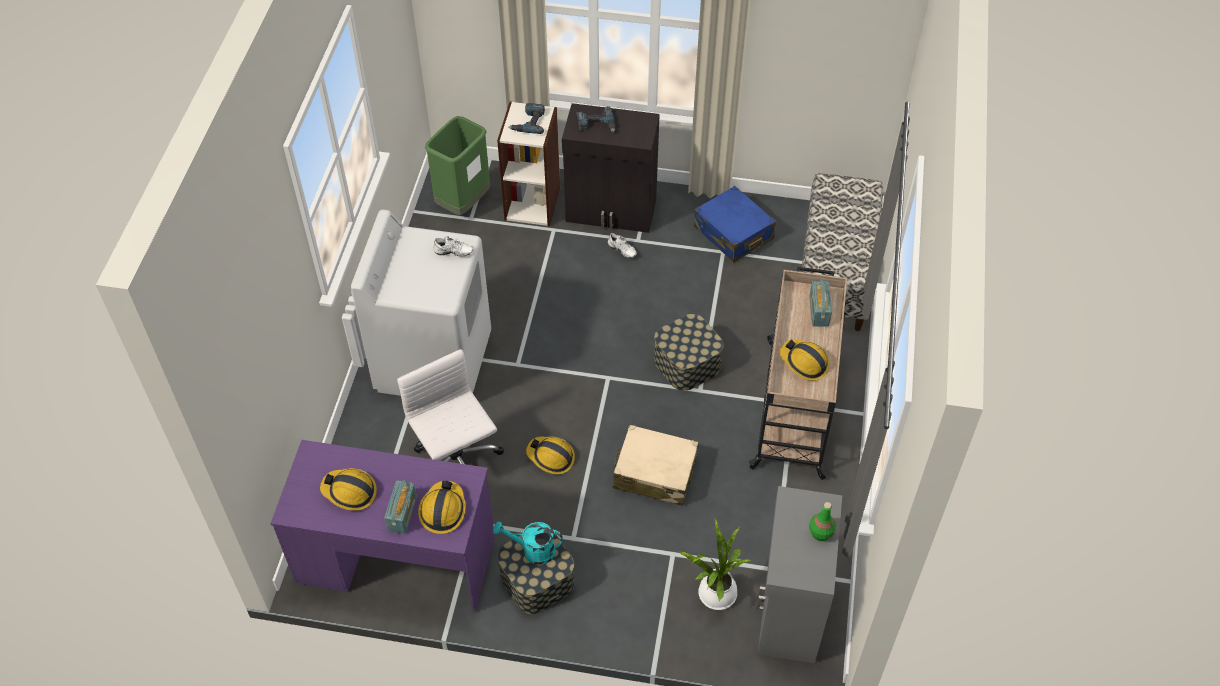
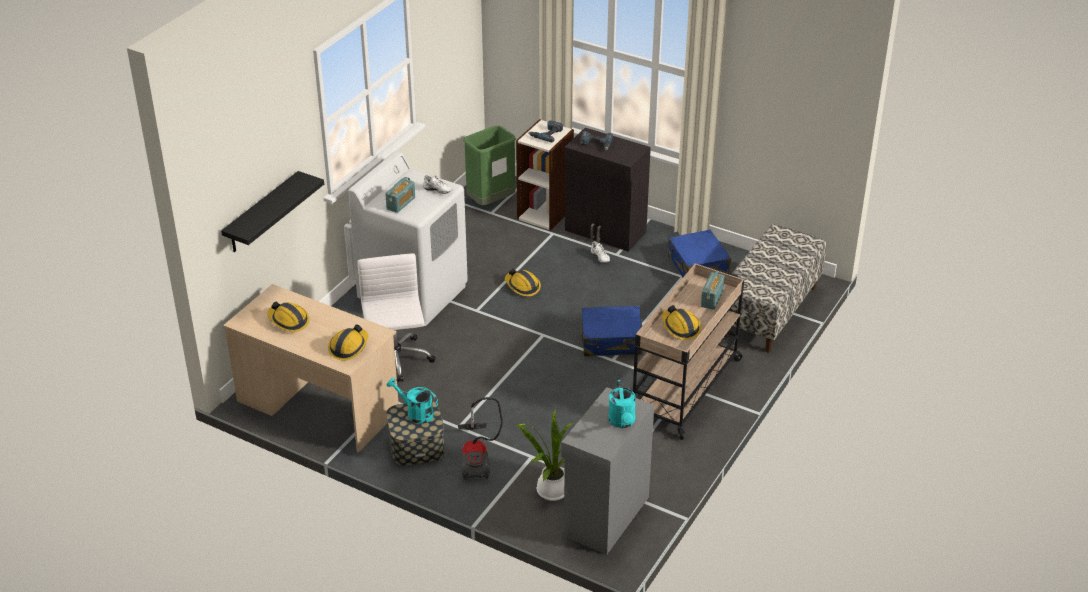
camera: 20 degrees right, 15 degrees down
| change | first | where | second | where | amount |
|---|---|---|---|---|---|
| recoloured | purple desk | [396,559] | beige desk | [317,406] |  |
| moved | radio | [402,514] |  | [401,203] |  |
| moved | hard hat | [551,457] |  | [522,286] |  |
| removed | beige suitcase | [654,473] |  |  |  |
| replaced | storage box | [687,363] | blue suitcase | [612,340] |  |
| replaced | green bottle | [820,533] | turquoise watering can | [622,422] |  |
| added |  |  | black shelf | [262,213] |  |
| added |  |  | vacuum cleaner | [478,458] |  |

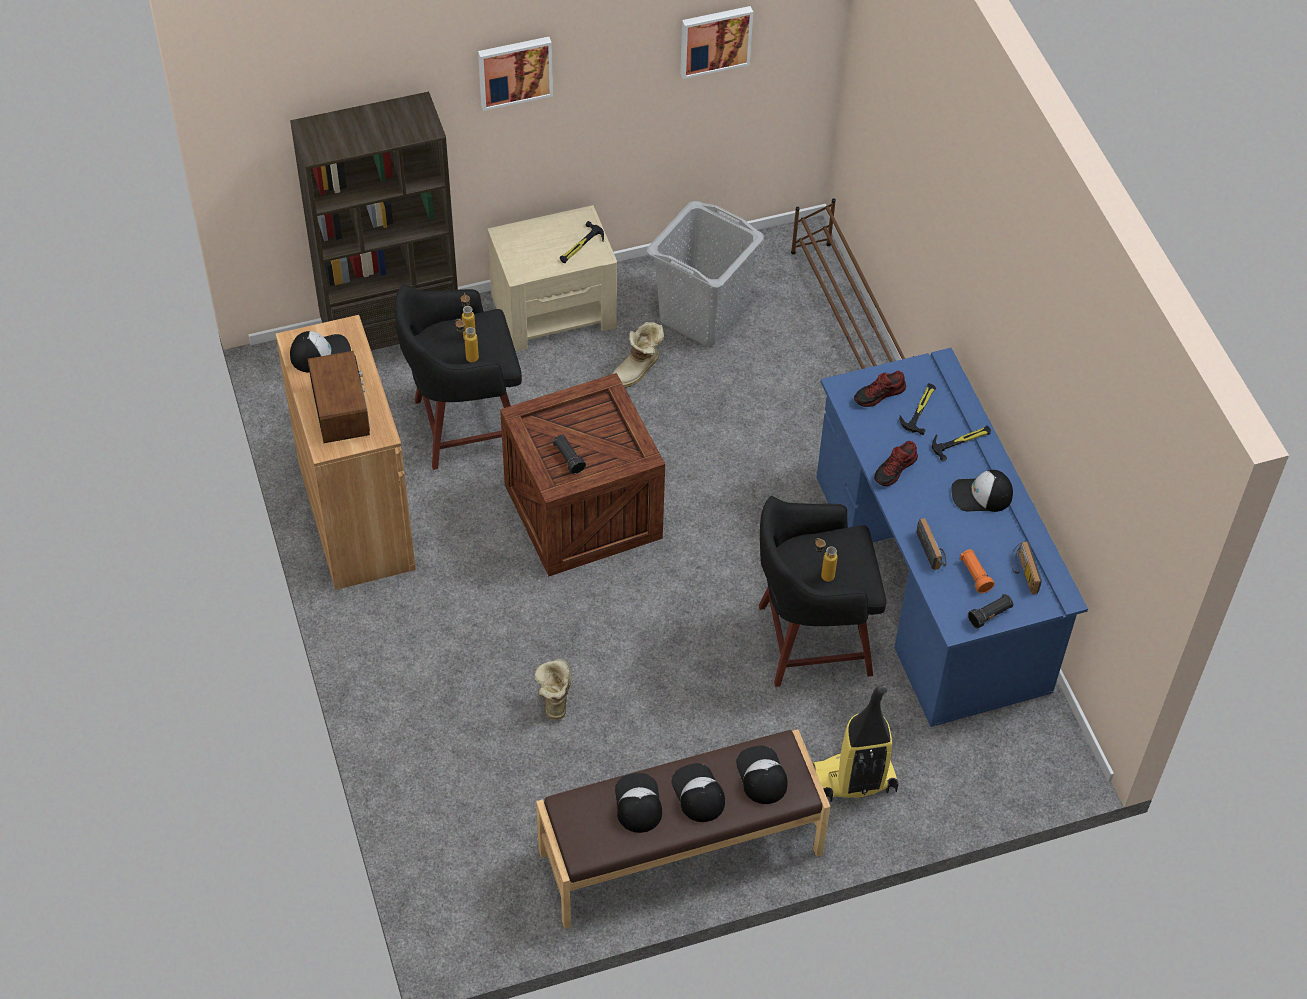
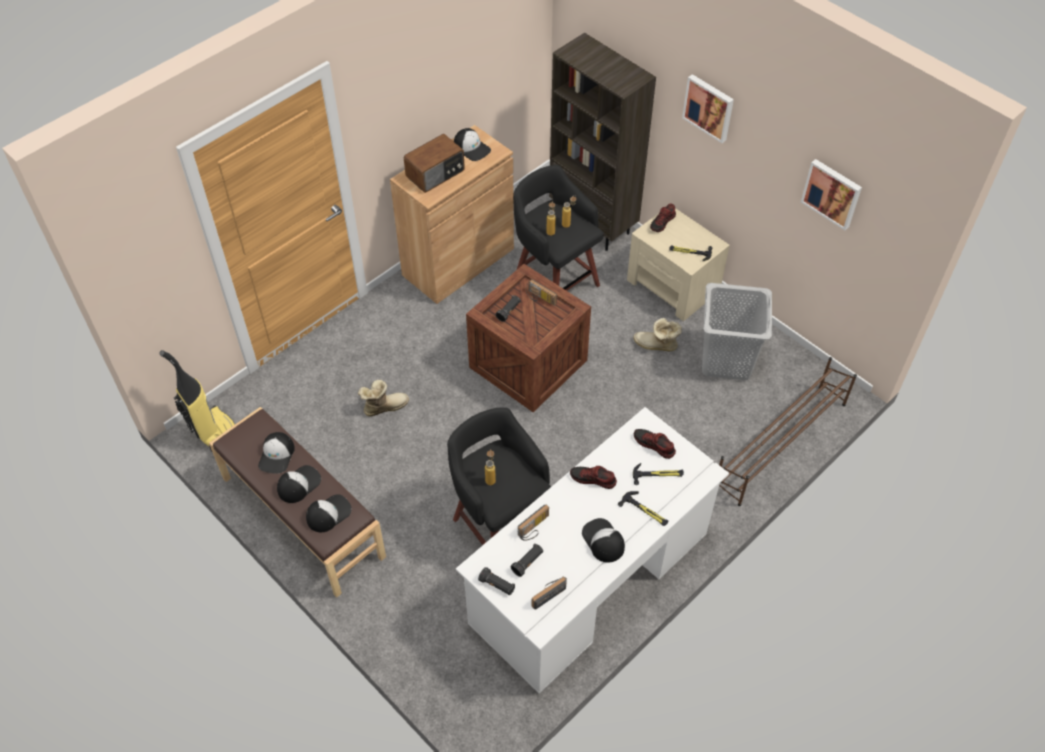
camera: 65 degrees right, 0 degrees up
| change | first | where | second | where | amount |
|---|---|---|---|---|---|
| turned | cap | [637,803] |  | [277,455] | 135 degrees clockwise |
| moved | vacuum cleaner | [853,781] |  | [214,432] |  |
| recoloured | blue desk | [931,583] | white desk | [590,579] |  |
| recoloured | orange flashlight | [975,575] | black flashlight | [527,562] |  |
| added |  |  | radio | [539,298] |  |
| added |  |  | shoe | [662,222] |  |

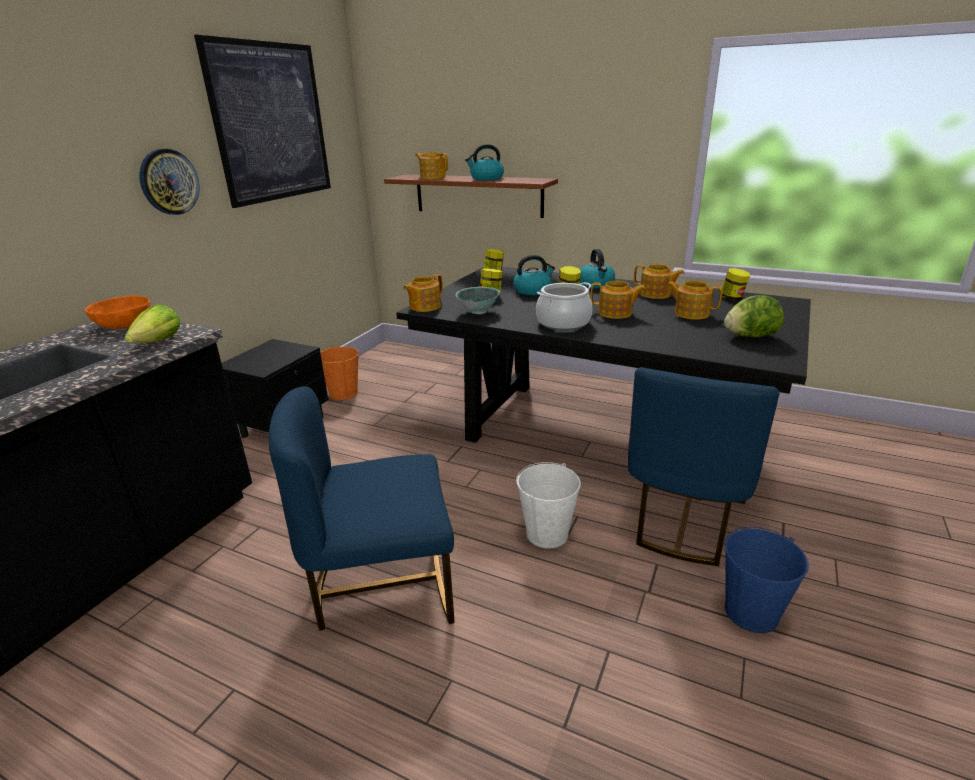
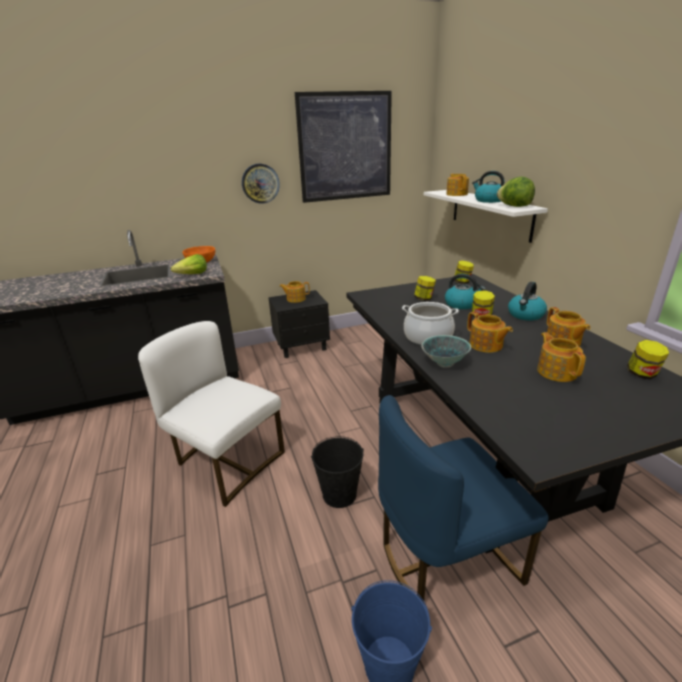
camera: 45 degrees right, 0 degrees up
| change | first | where | second | where | amount |
|---|---|---|---|---|---|
| recoloured | blue chair | [383,585] | white chair | [227,462] |  |
| removed | orange bucket | [344,393] |  |  |  |
| recoloured | brown shelf | [478,195] | white shelf | [490,213] |  |
| moved | teapot | [424,307] |  | [295,299] |  |
| moved | bowl | [478,311] |  | [445,363] |  |
| recoloured | white bucket | [547,534] | black bucket | [339,494] |  |
| moved | lettuce | [750,336] |  | [514,206] |  |

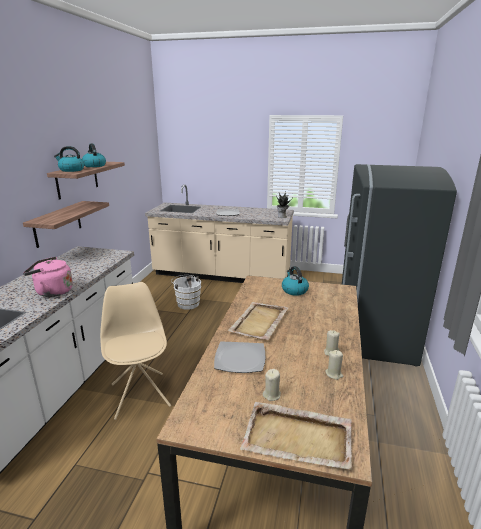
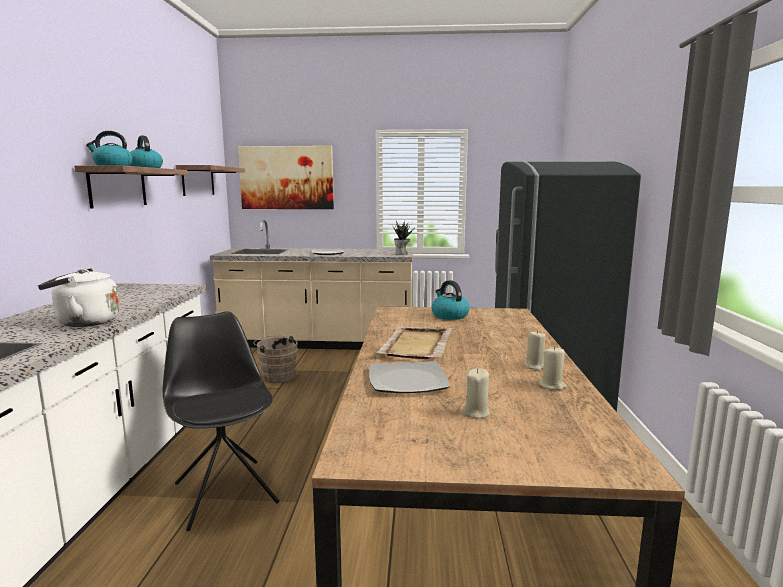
camera: 10 degrees left, 10 degrees down
| change | first | where | second | where | amount |
|---|---|---|---|---|---|
| moved | shelf | [58,224] |  | [198,181] |  |
| recoloured | pink kettle | [52,292] | white kettle | [84,323] |  |
| recoloured | beige chair | [140,394] | black chair | [225,492] |  |
| recoloured | white bucket | [187,303] | brown bucket | [277,376] |  |
| removed | beige tray | [298,437] |  |  |  |
| added |  |  | picture | [286,178] |  |

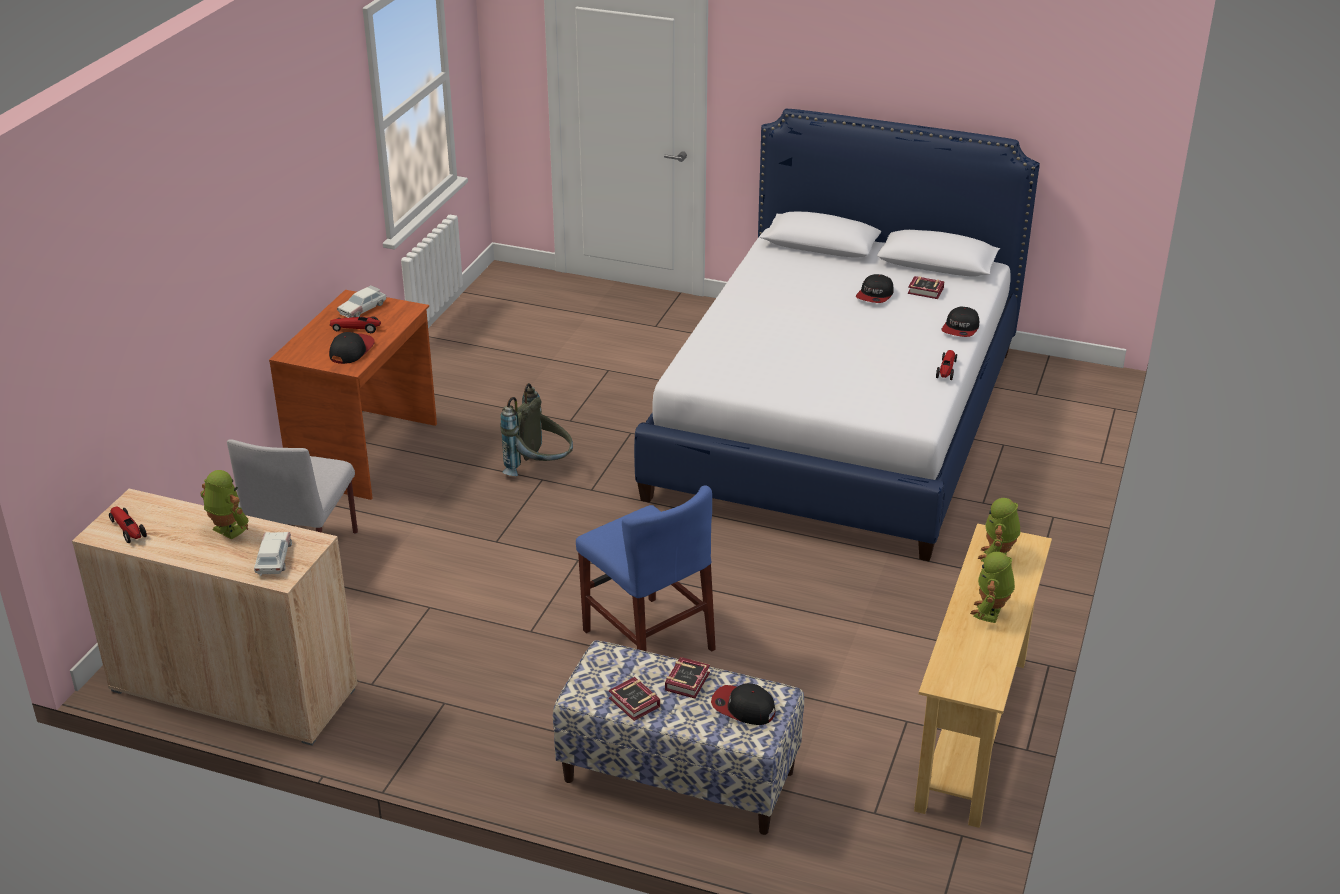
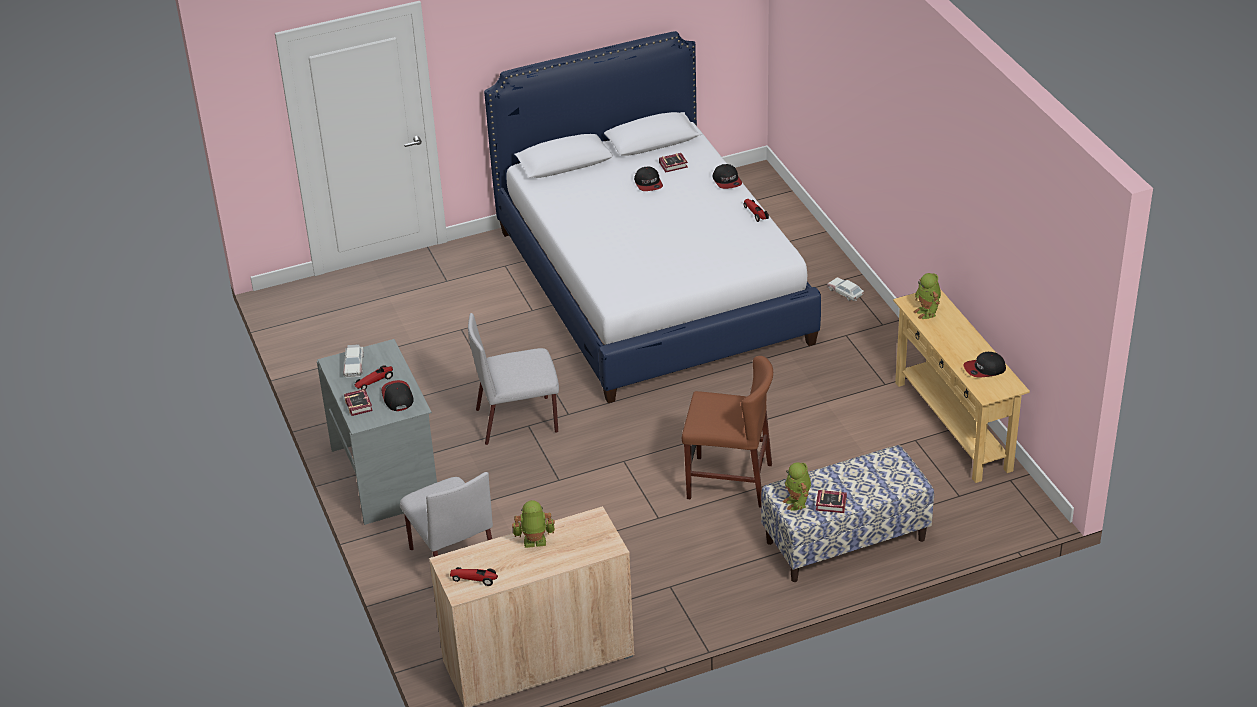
camera: 40 degrees left, 5 degrees up
| change | first | where | second | where | amount |
|---|---|---|---|---|---|
| moved | toy car | [273,559] |  | [845,292] |  |
| recoloured | brown desk | [365,453] | grey desk | [386,476] |  |
| replaced | grey backpack | [540,470] | grey chair | [518,420] |  |
| recoloured | blue chair | [648,640] | brown chair | [729,481] |  |
| moved | book | [689,680] |  | [359,404] |  |
| moved | cap | [743,708] |  | [984,369] |  |
| moved | toy robot | [991,613] |  | [797,502] |  |

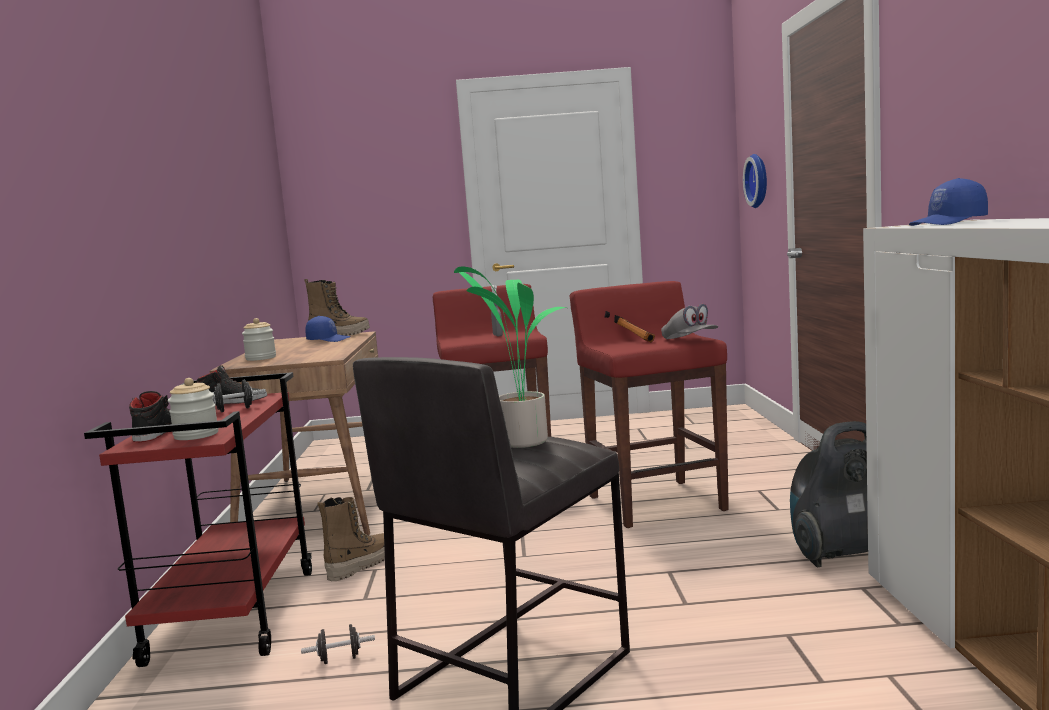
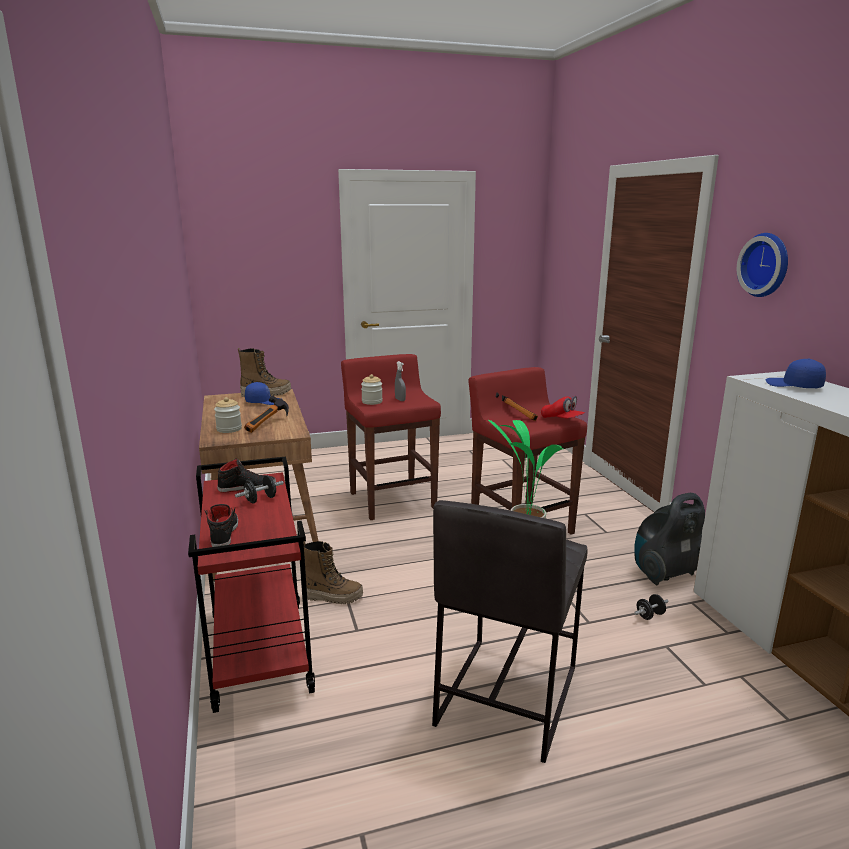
camera: 15 degrees left, 10 degrees up
| change | first | where | second | where | amount |
|---|---|---|---|---|---|
| moved | jar | [196,435] |  | [372,402] |  |
| moved | black dumbbell | [340,659] |  | [650,615] |  |
| turned | boot | [359,566] |  | [333,596] | 75 degrees clockwise |
| recoloured | grey cap | [689,340] | red cap | [562,420] |  |
| moved | wall clock | [759,180] |  | [767,265] |  |
| turned | blue cap | [949,223] |  | [793,386] | 75 degrees clockwise |
| added |  |  | hammer | [269,425] |  |

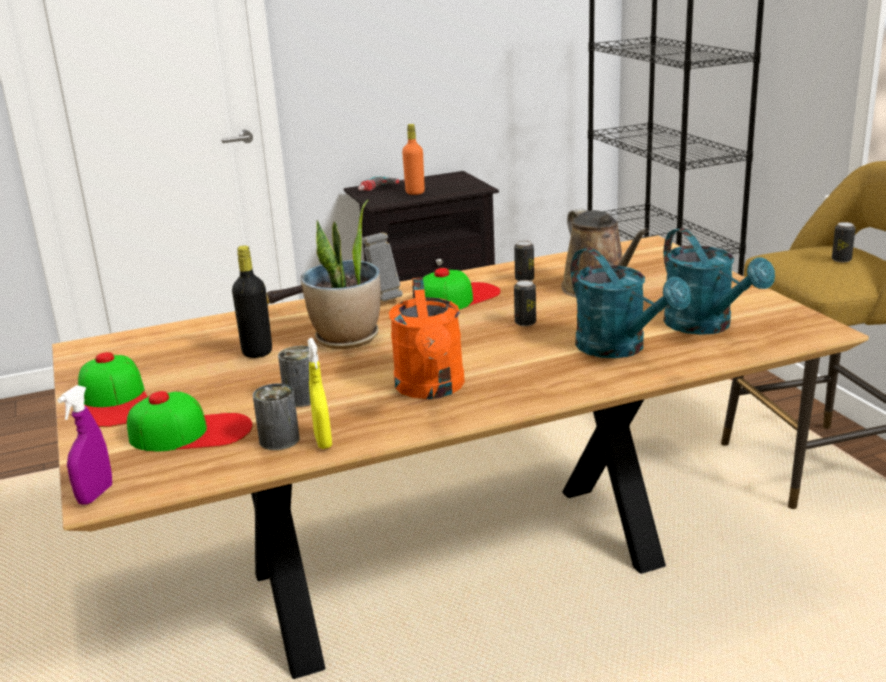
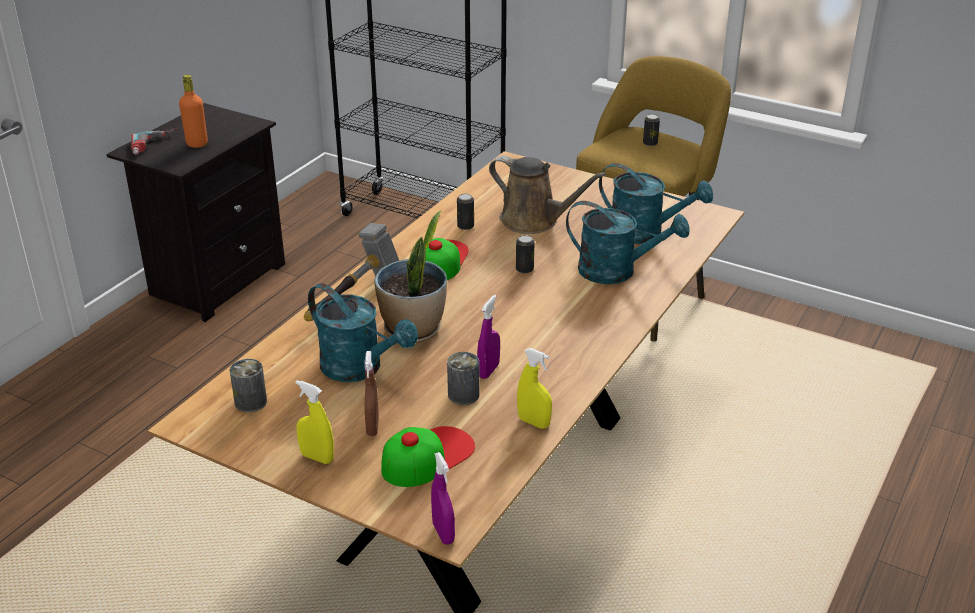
camera: 40 degrees left, 10 degrees up
| change | first | where | second | where | amount |
|---|---|---|---|---|---|
| replaced | cap | [115,401] | yellow spray bottle | [317,457] |  |
| replaced | black bottle | [257,352] | turquoise watering can | [360,368] |  |
| moved | can | [279,440] |  | [250,402] |  |
| removed | orange watering can | [431,389] |  |  |  |
| added |  |  | brown spray bottle | [372,427] |  |
| added |  |  | purple spray bottle | [488,371] |  |

